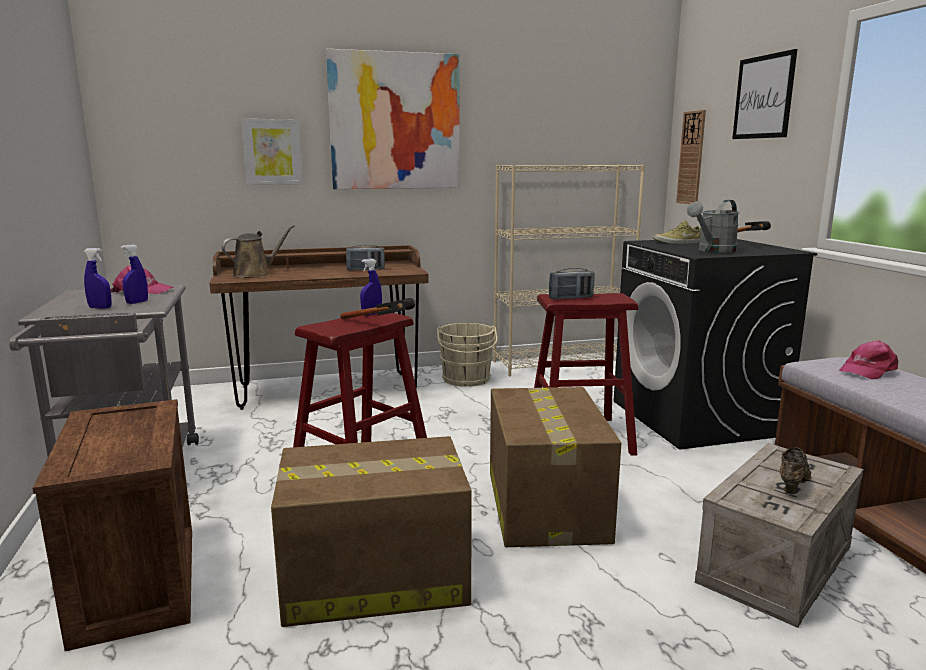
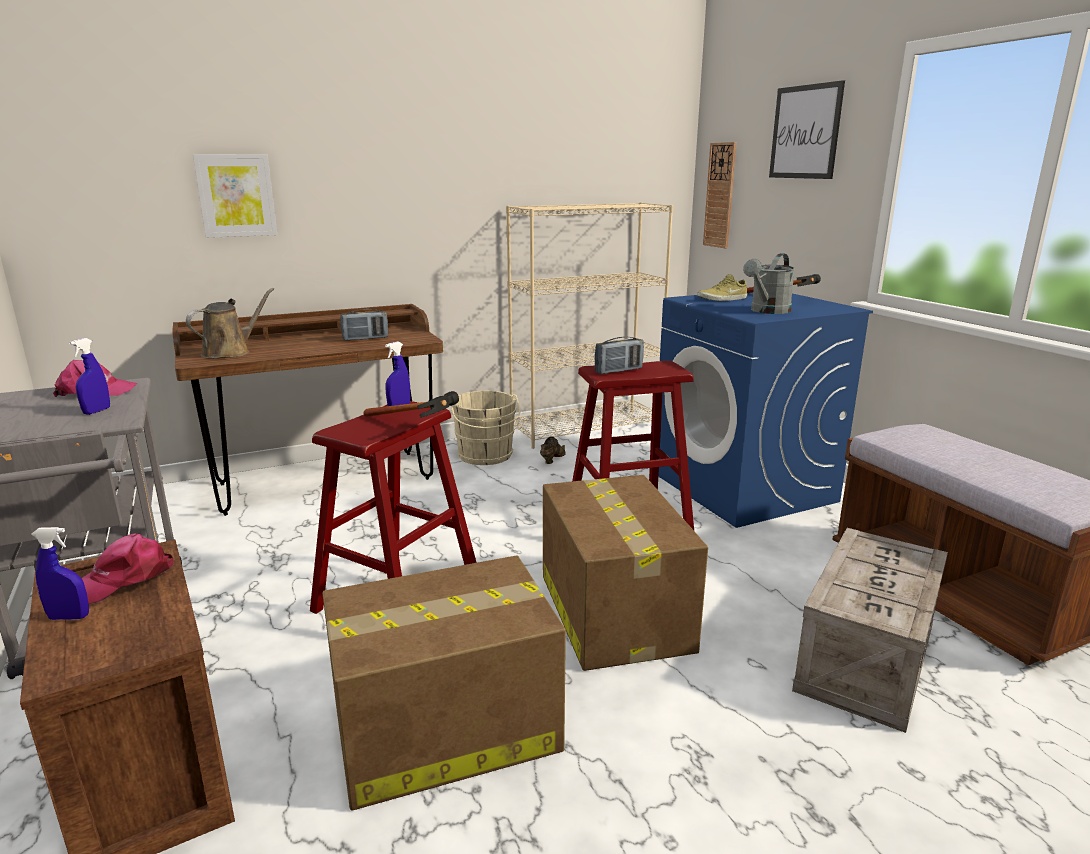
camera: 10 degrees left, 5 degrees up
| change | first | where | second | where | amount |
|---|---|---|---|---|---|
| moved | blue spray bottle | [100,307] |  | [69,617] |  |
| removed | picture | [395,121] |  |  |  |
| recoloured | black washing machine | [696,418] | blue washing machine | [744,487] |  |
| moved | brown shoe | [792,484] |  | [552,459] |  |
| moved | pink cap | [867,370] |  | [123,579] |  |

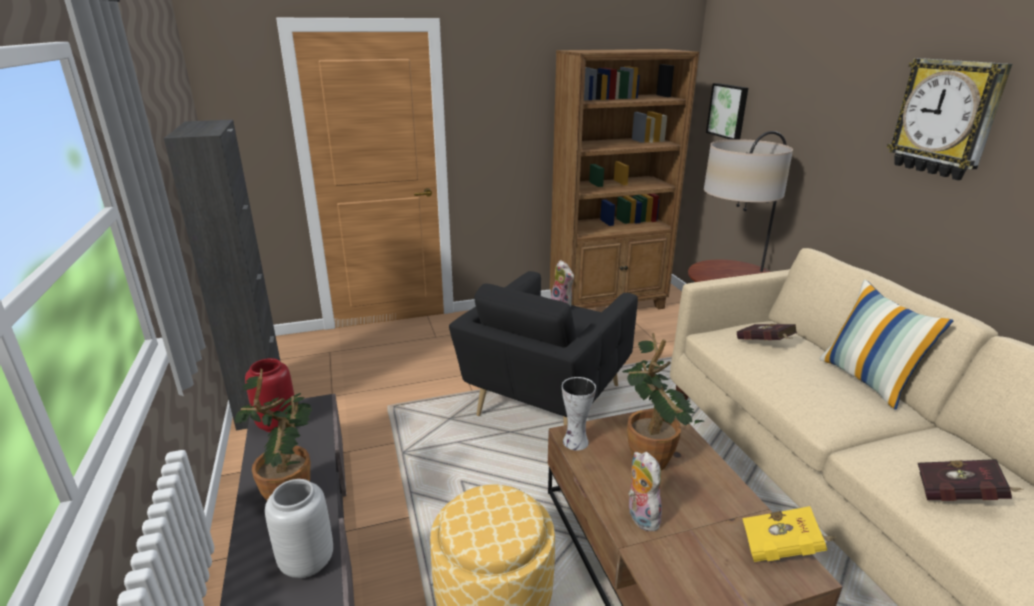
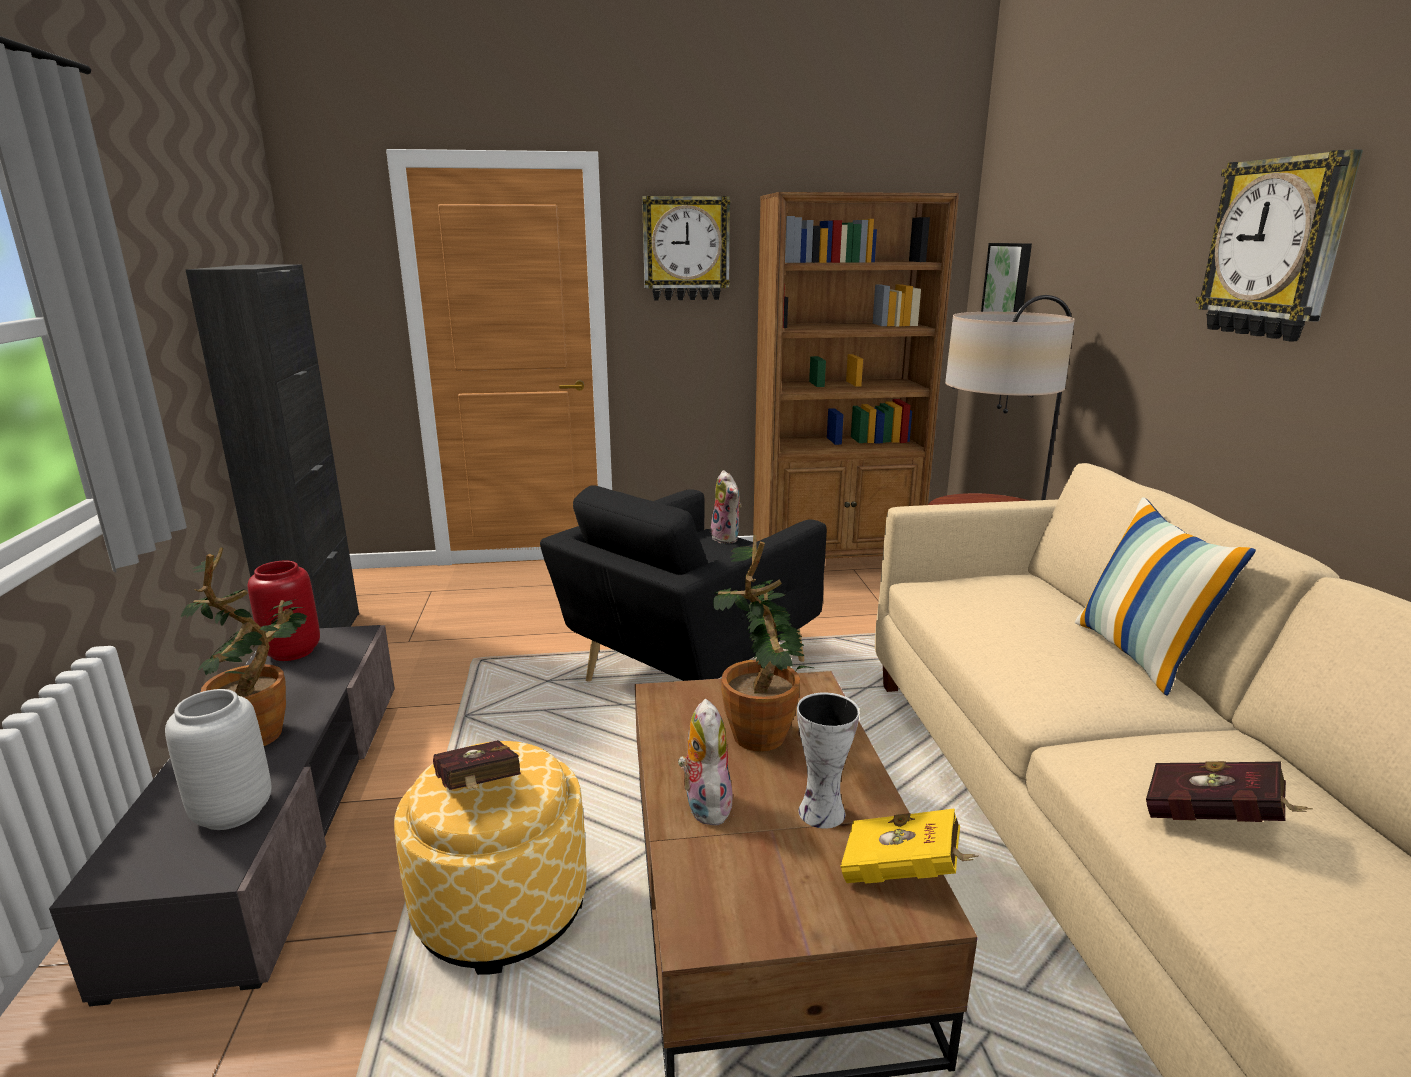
camera: 10 degrees right, 5 degrees down
| change | first | where | second | where | amount |
|---|---|---|---|---|---|
| moved | vase | [574,442] |  | [819,812] |  |
| moved | red book | [765,344] |  | [477,790] |  |
| added |  |  | wall clock | [686,249] |  |

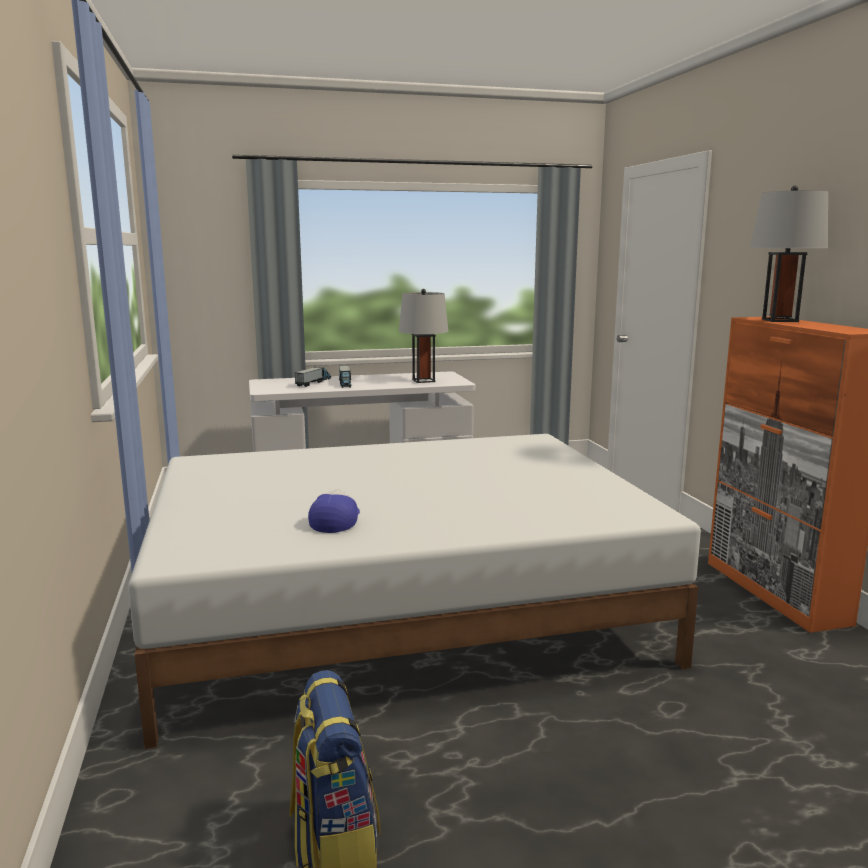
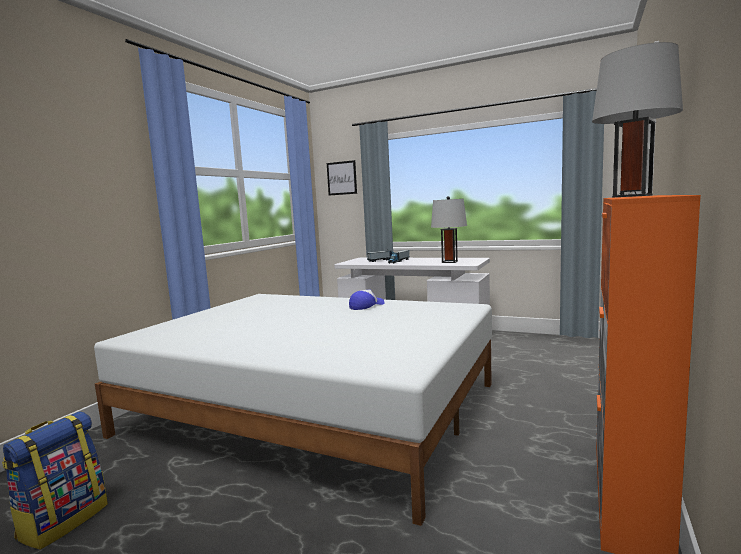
camera: 40 degrees right, 5 degrees down
| change | first | where | second | where | amount |
|---|---|---|---|---|---|
| moved | cap | [336,520] |  | [366,306] |  |
| added |  |  | picture | [341,178] |  |

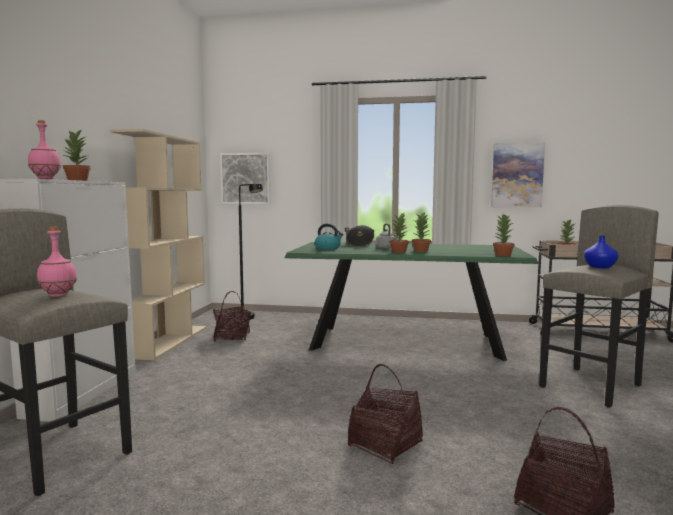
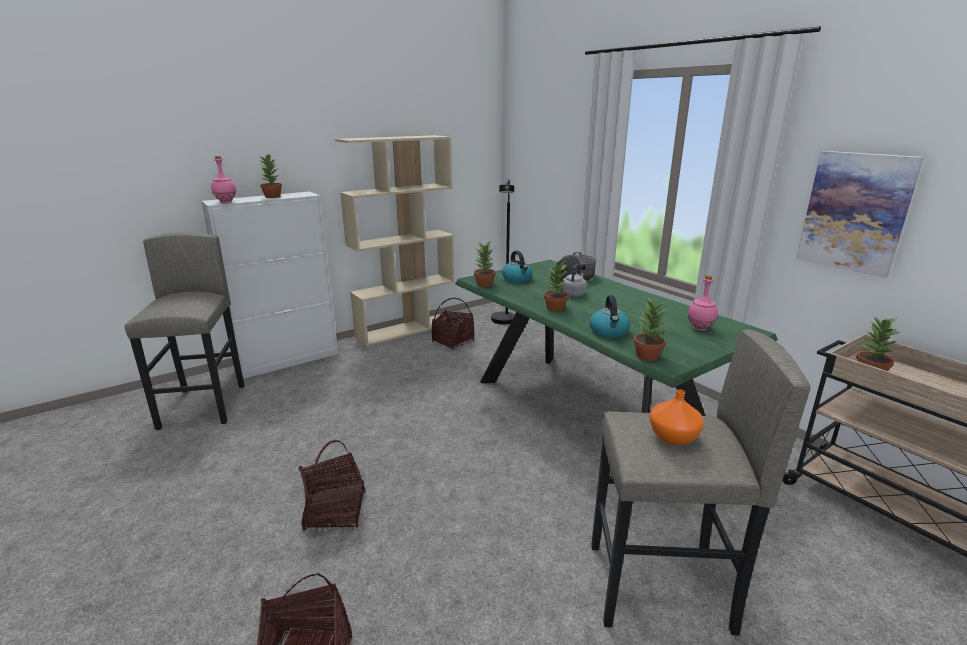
camera: 45 degrees right, 15 degrees up
| change | first | where | second | where | amount |
|---|---|---|---|---|---|
| moved | pink bottle | [57,295] |  | [699,328] |  |
| removed | picture | [245,178] |  |  |  |
| moved | potted plant | [421,251] |  | [484,284] |  |
| recoloured | blue vase | [600,267] | orange vase | [672,437] |  |
| added |  |  | kettle | [609,332] |  |

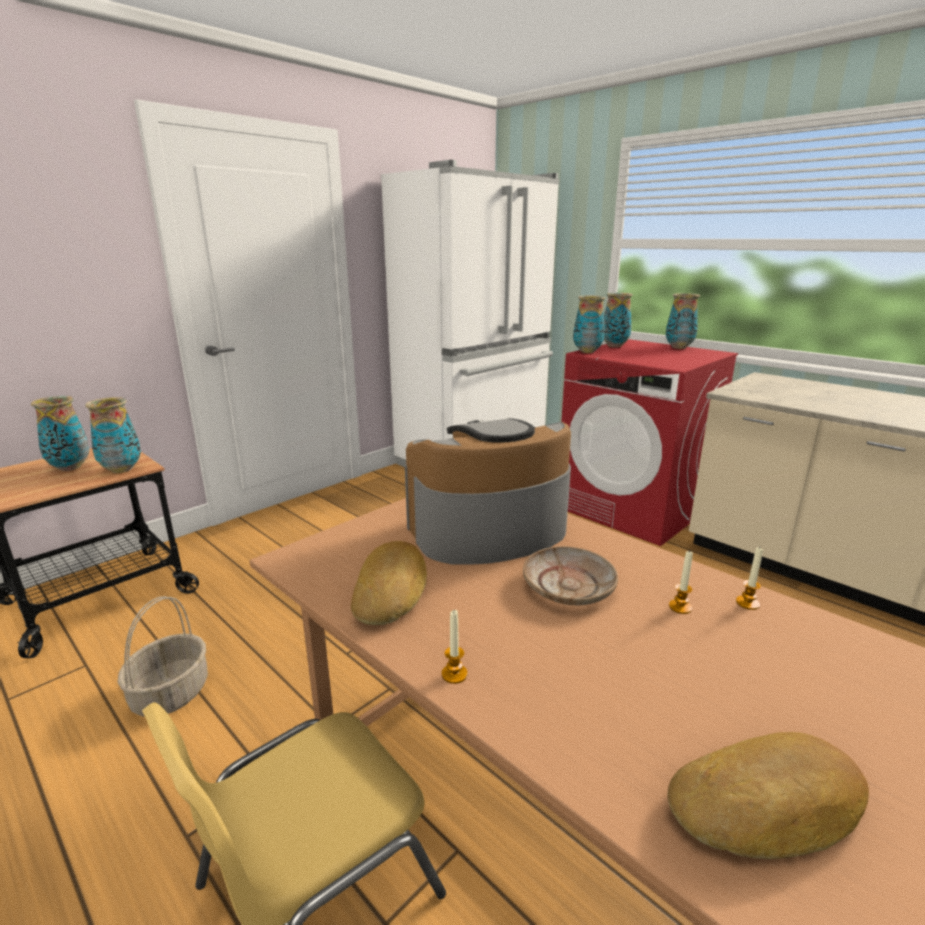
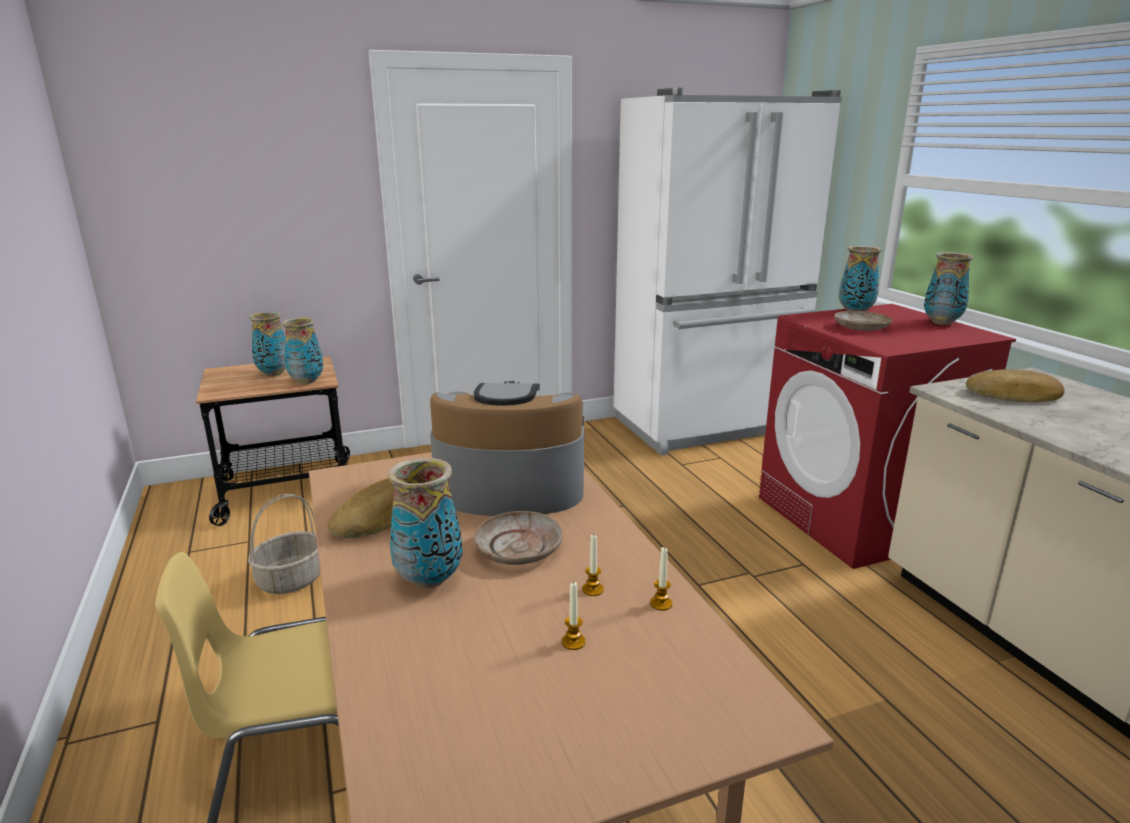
camera: 25 degrees right, 0 degrees up
| change | first | where | second | where | amount |
|---|---|---|---|---|---|
| moved | candle | [454,674] |  | [573,642] |  |
| moved | vase | [587,351] |  | [429,579] |  |
| moved | bread | [769,806] |  | [1014,395] |  |
| added |  |  | beige plate | [861,327] |  |

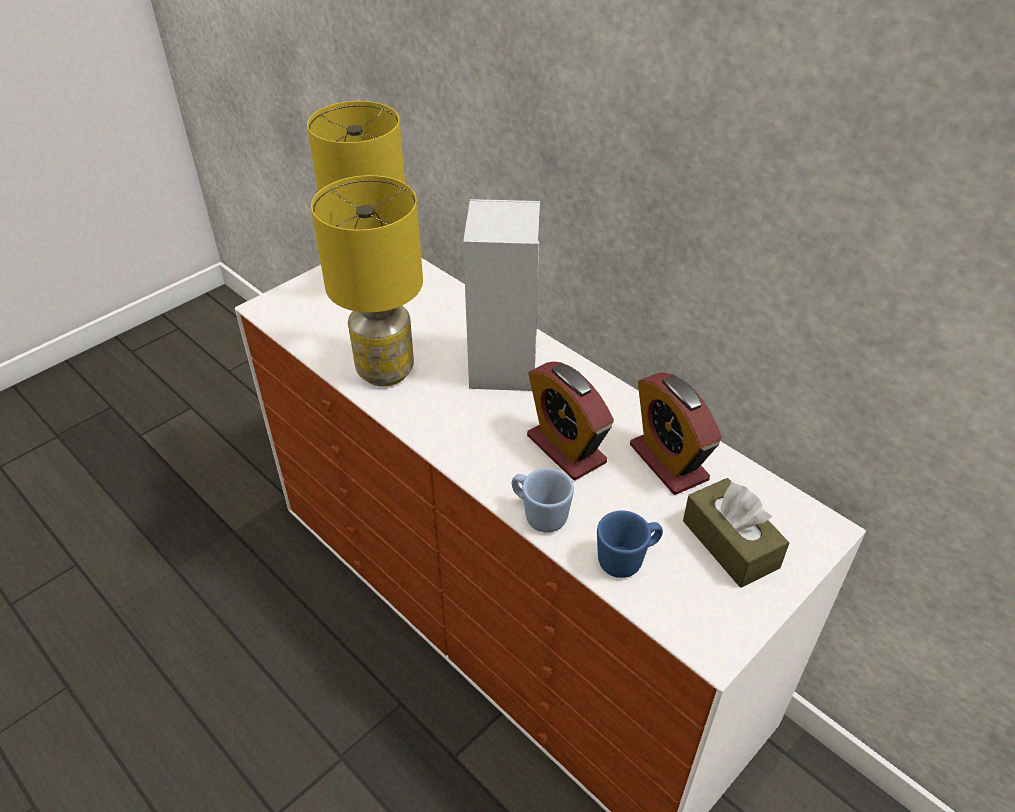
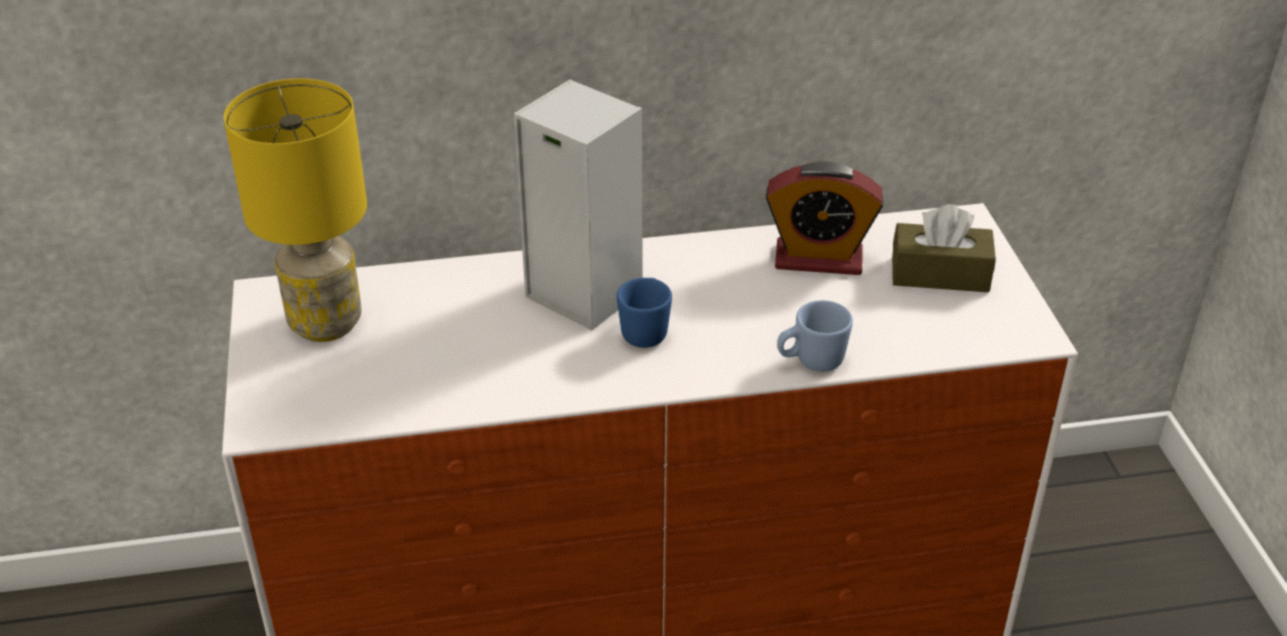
camera: 55 degrees left, 5 degrees down
| change | first | where | second | where | amount |
|---|---|---|---|---|---|
| removed | yellow table lamp | [386,371] |  |  |  |
| removed | alarm clock | [566,449] |  |  |  |
| moved | blue mug | [627,560] |  | [646,330] |  |

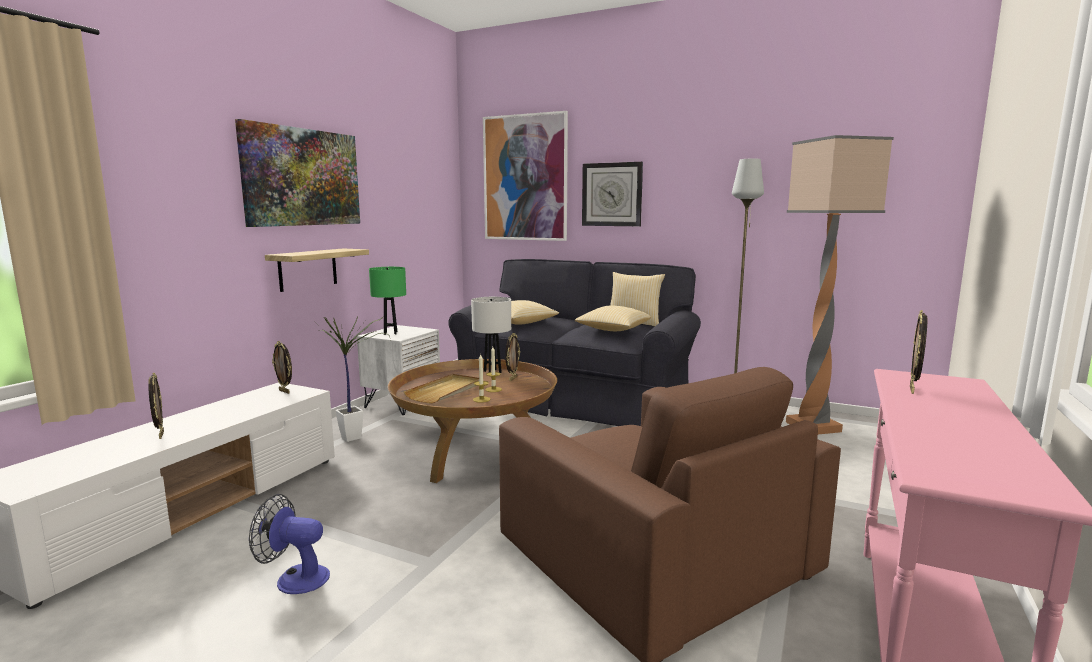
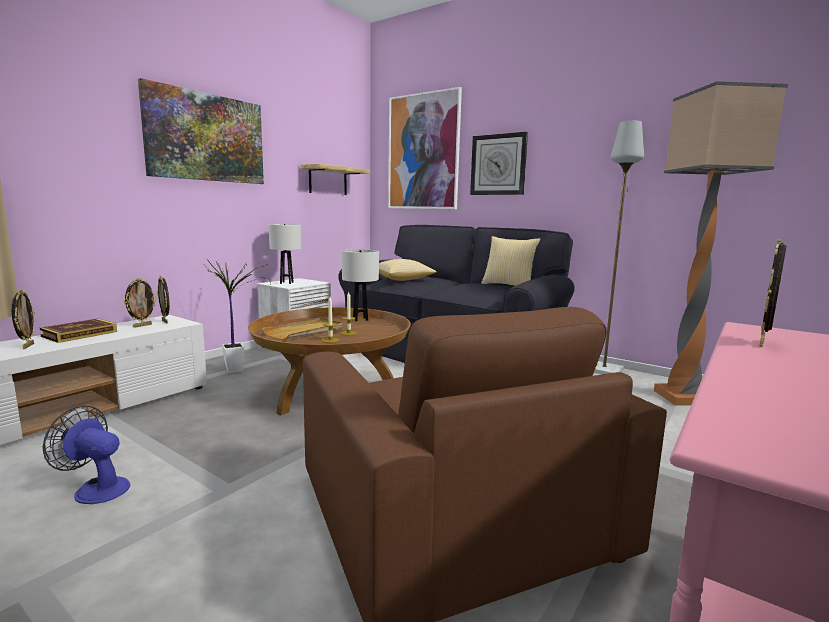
camera: 10 degrees right, 0 degrees up
| change | first | where | second | where | amount |
|---|---|---|---|---|---|
| moved | shelf | [308,269] |  | [328,181] |  |
| recoloured | green table lamp | [390,333] | white table lamp | [286,283] |  |
| moved | picture frame | [512,379] |  | [142,325] |  |
| removed | pillow | [613,330] |  |  |  |
| added |  |  | book | [79,334] |  |

